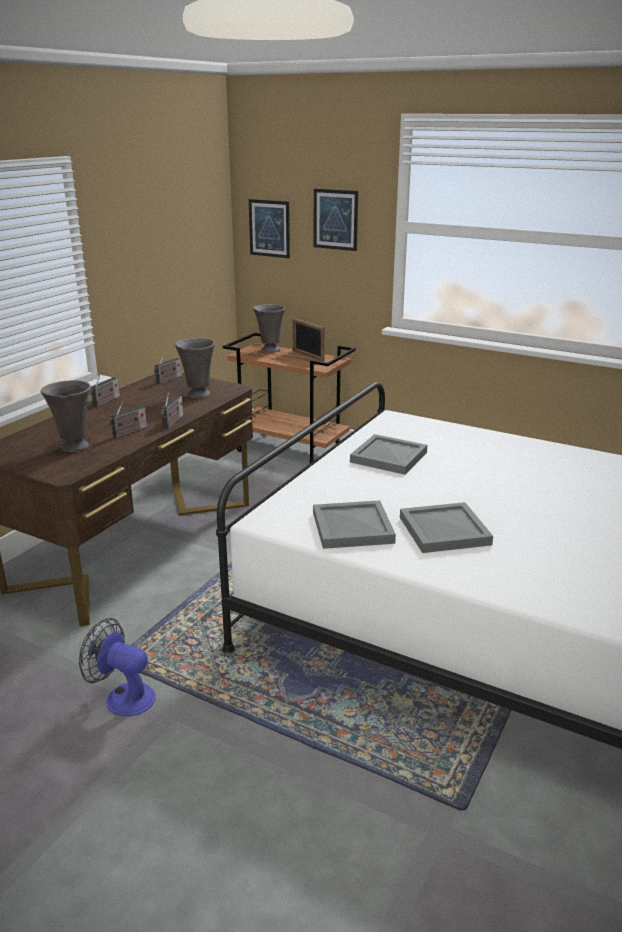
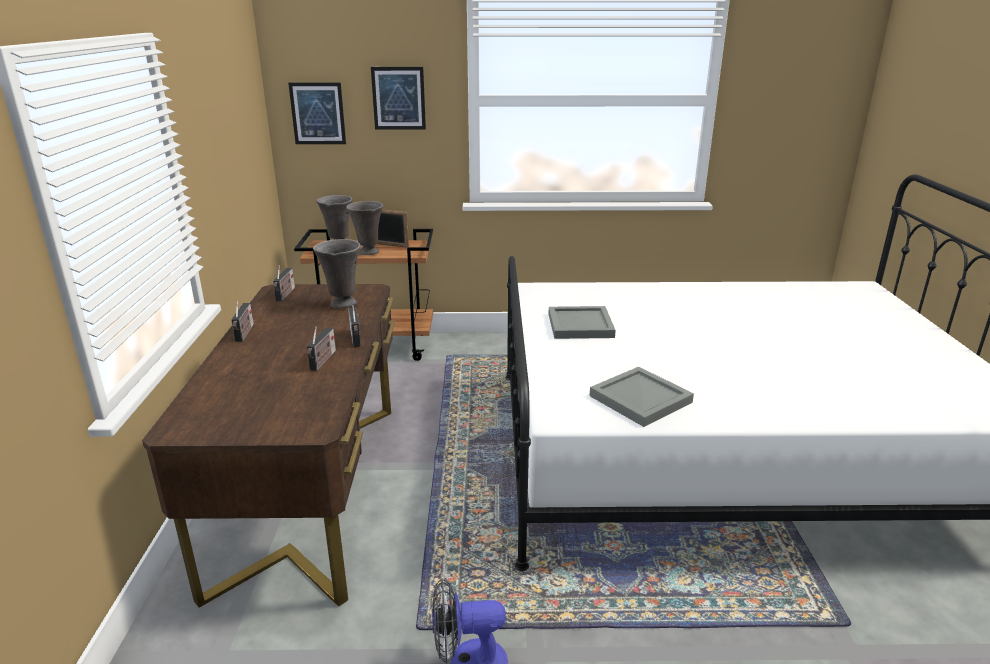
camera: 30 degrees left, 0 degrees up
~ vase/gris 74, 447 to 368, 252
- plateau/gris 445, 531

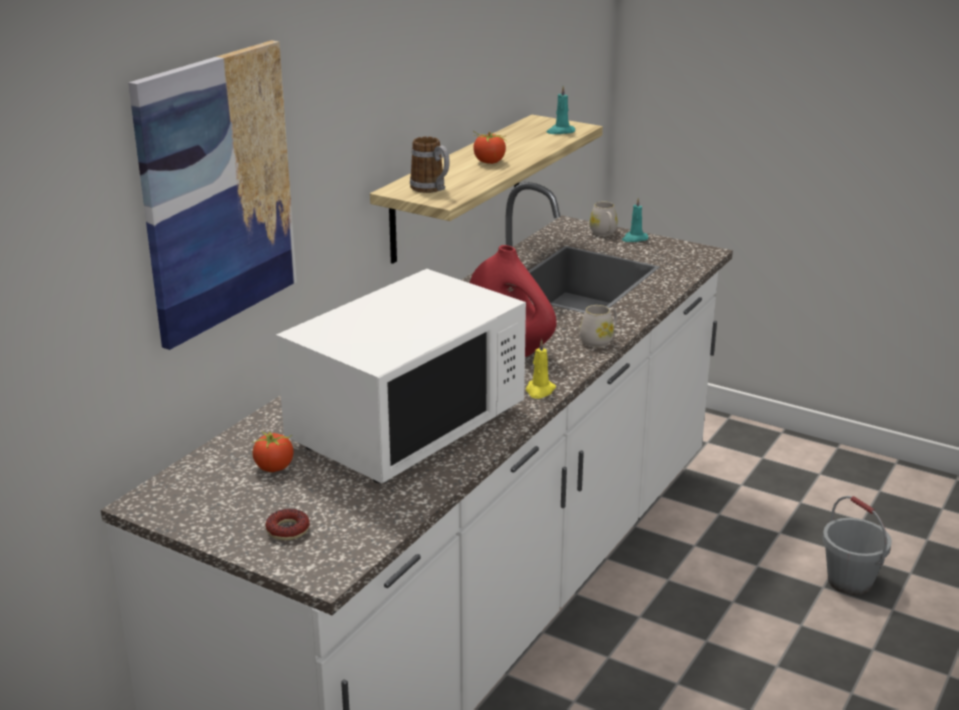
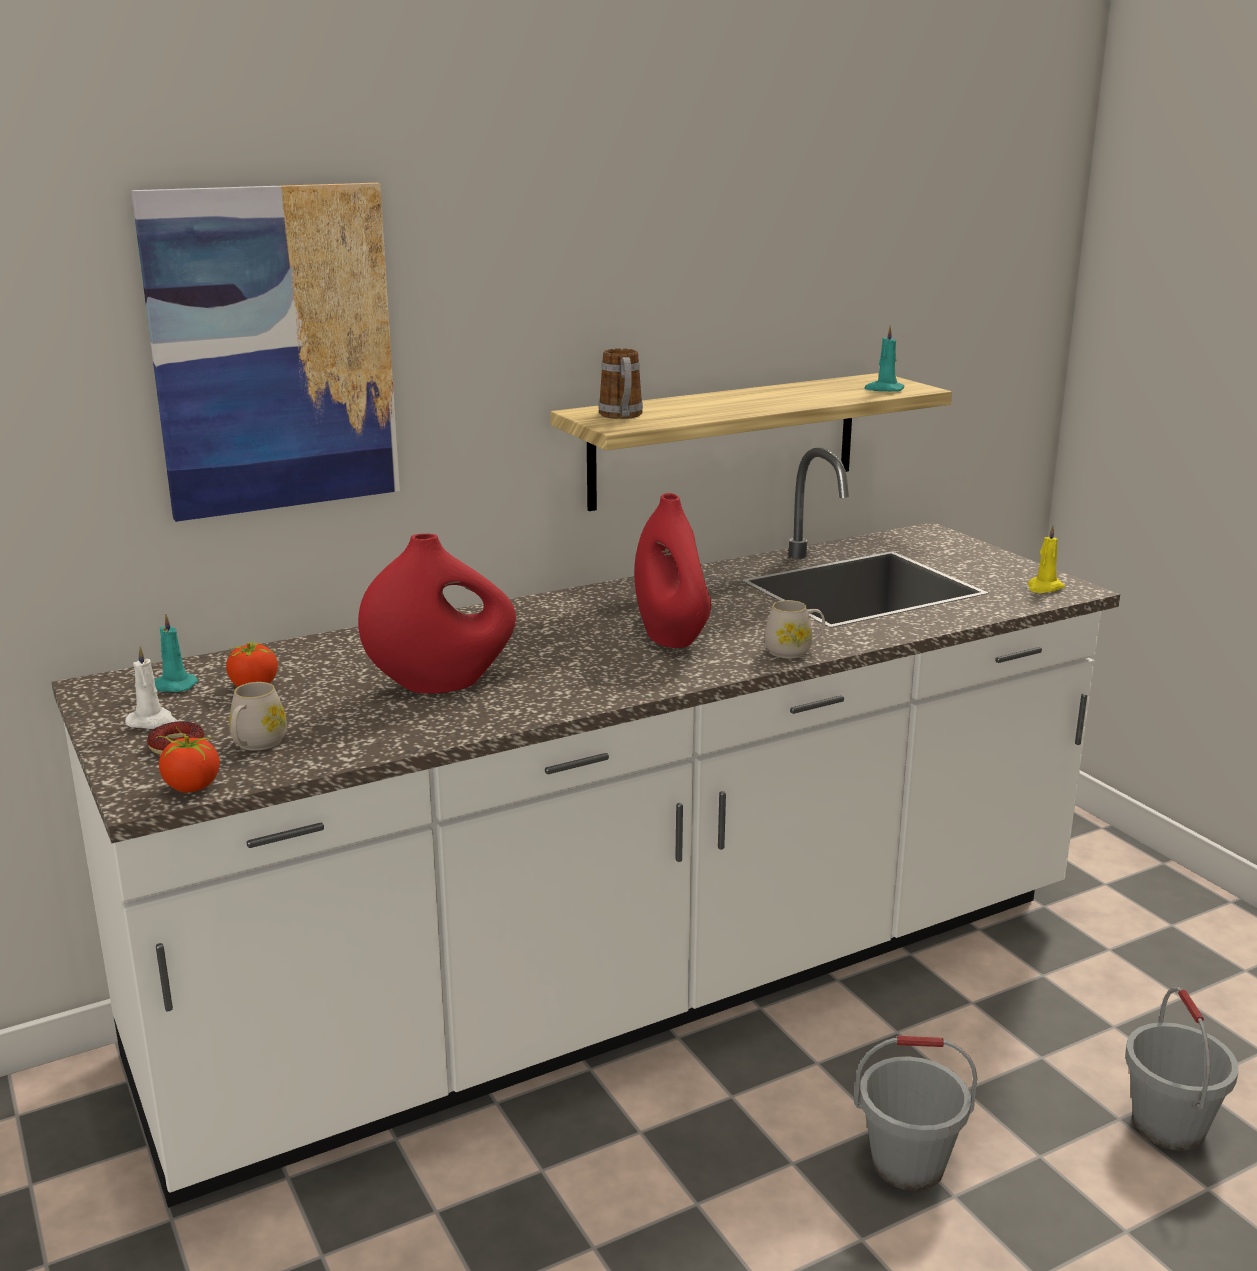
camera: 30 degrees right, 5 degrees down
+ bougie/blanc 153, 722
~ bougie/turquoise 634, 239 to 173, 686
~ tomate 489, 162 to 191, 787
~ mug/blanc 604, 233 to 256, 744
~ micro-ondes/blanc 407, 427 to vase/rouge 441, 683
+ seau/gris 908, 1164
~ bougie/jaune 539, 391 to 1044, 587

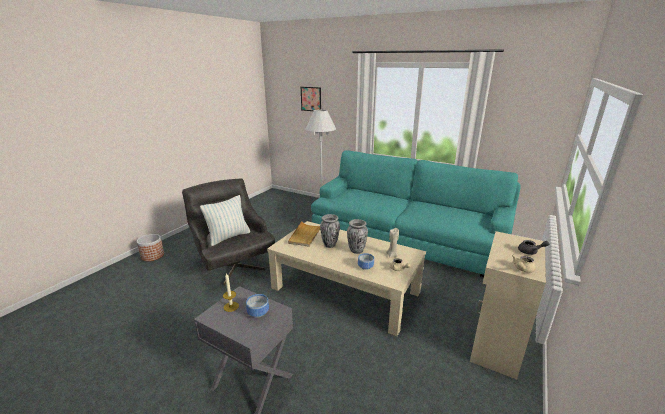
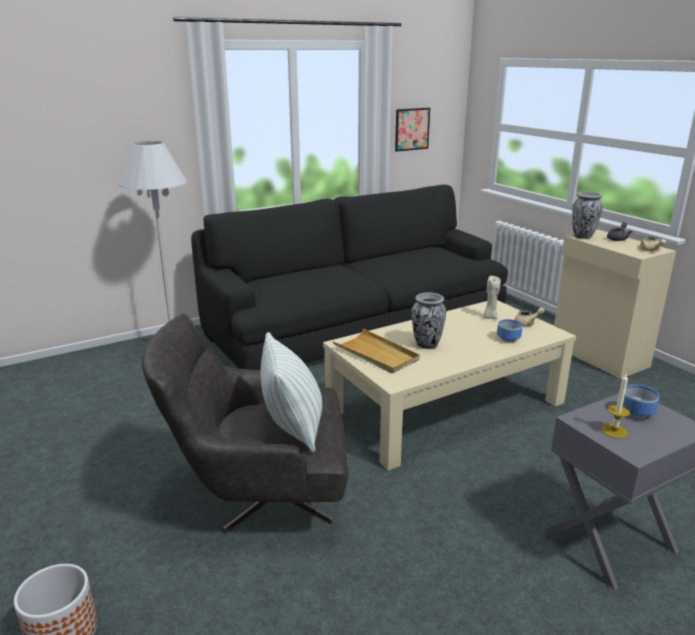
camera: 60 degrees left, 0 degrees up
~ canapé/turquoise 405, 238 to canapé/noir 358, 324
~ tableau 311, 99 to 412, 129
~ vase 356, 250 to 582, 236

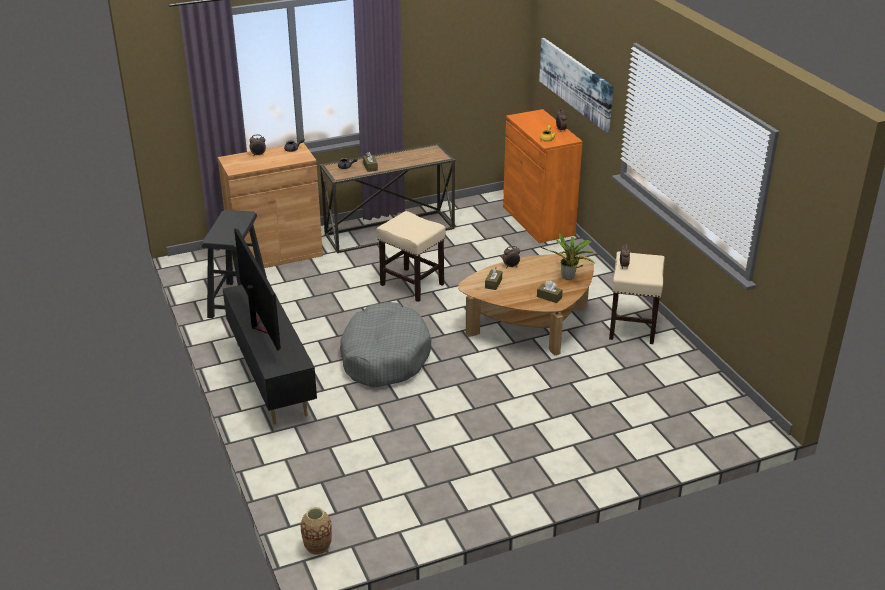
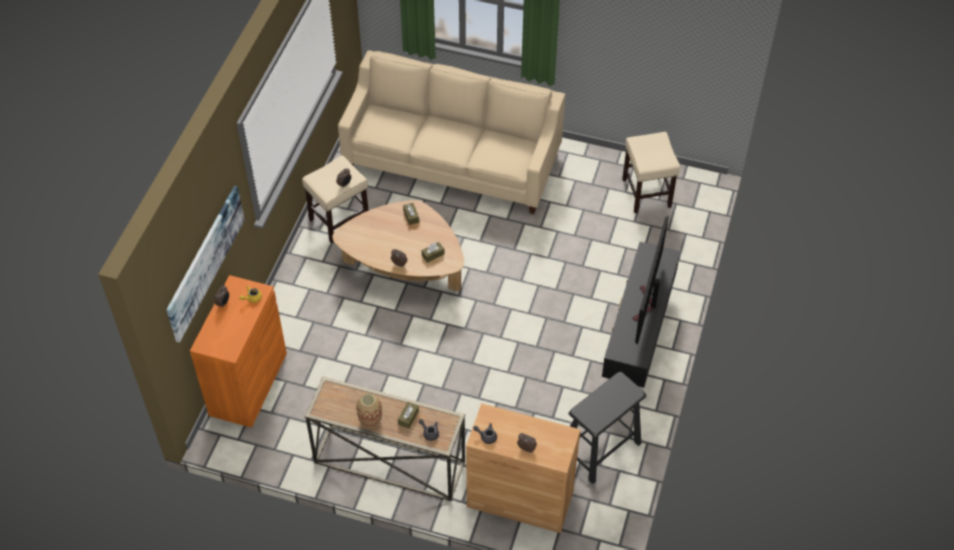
camera: 140 degrees left, 20 degrees up
+ canapé/beige 453, 161
~ vase 317, 546 to 370, 419
~ tabouret/beige 411, 284 to 647, 193
- panier pour chien/gris 384, 356
- plante en pot 569, 278

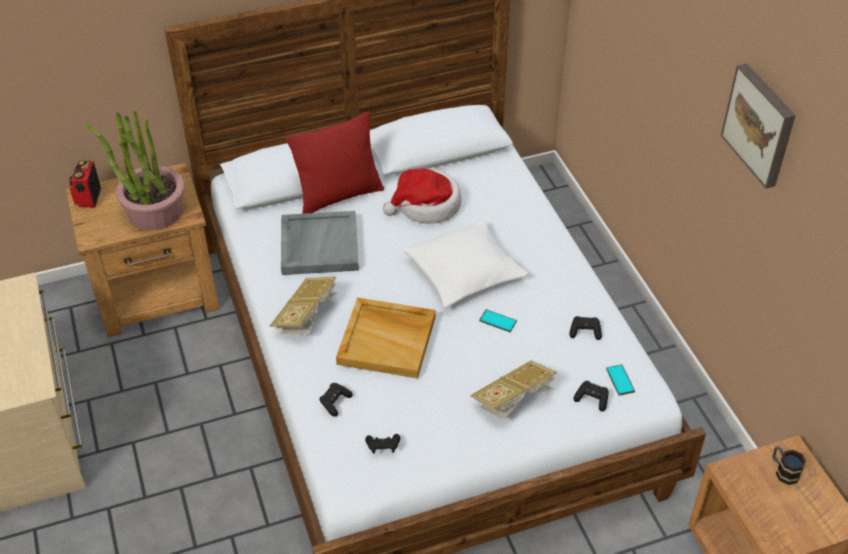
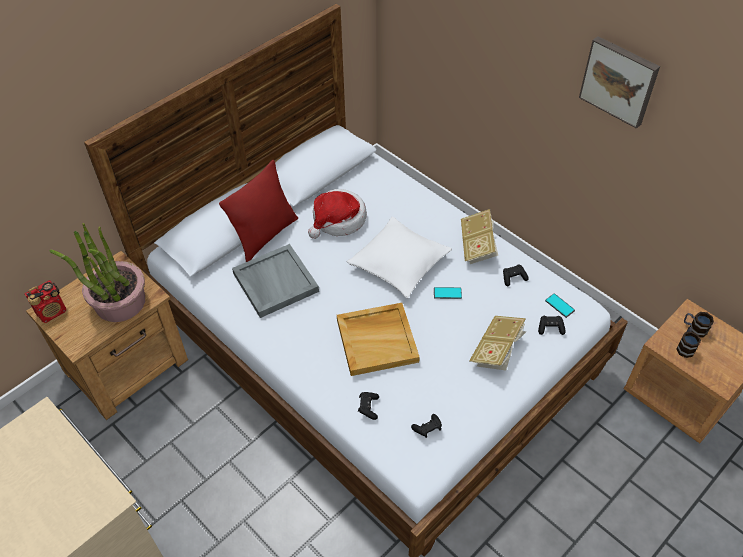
camera: 25 degrees left, 5 degrees up
~ radio 88, 198 = 52, 312 105 degrees counterclockwise
~ livre 307, 317 to 478, 246
+ mug 685, 347

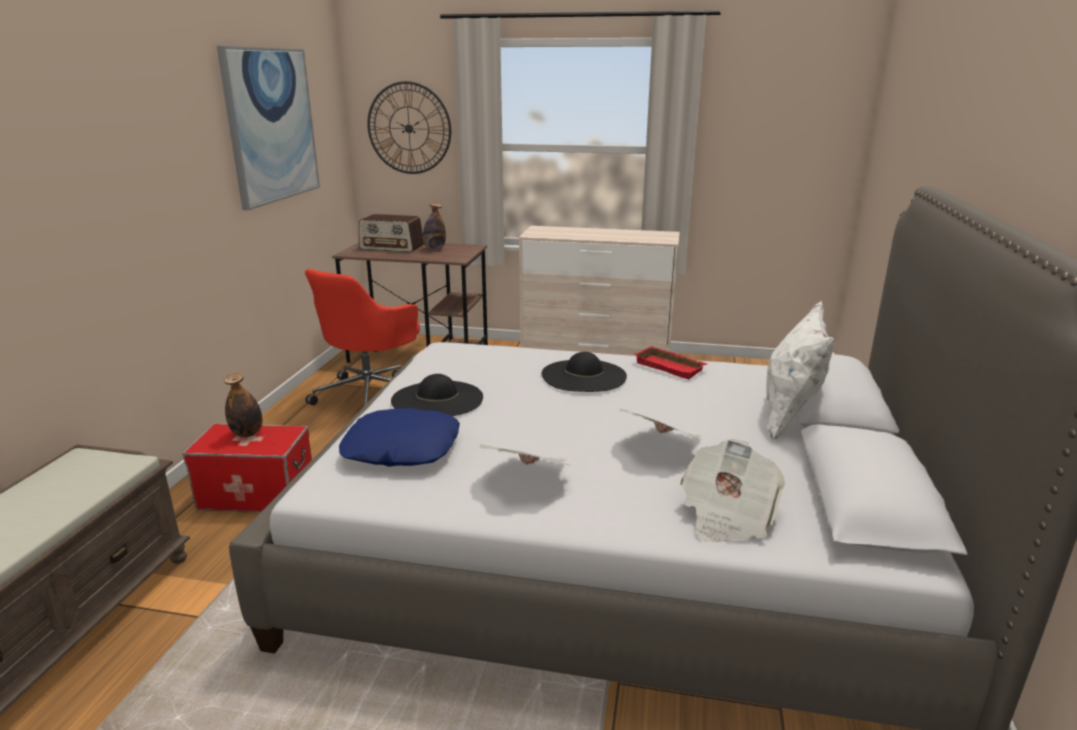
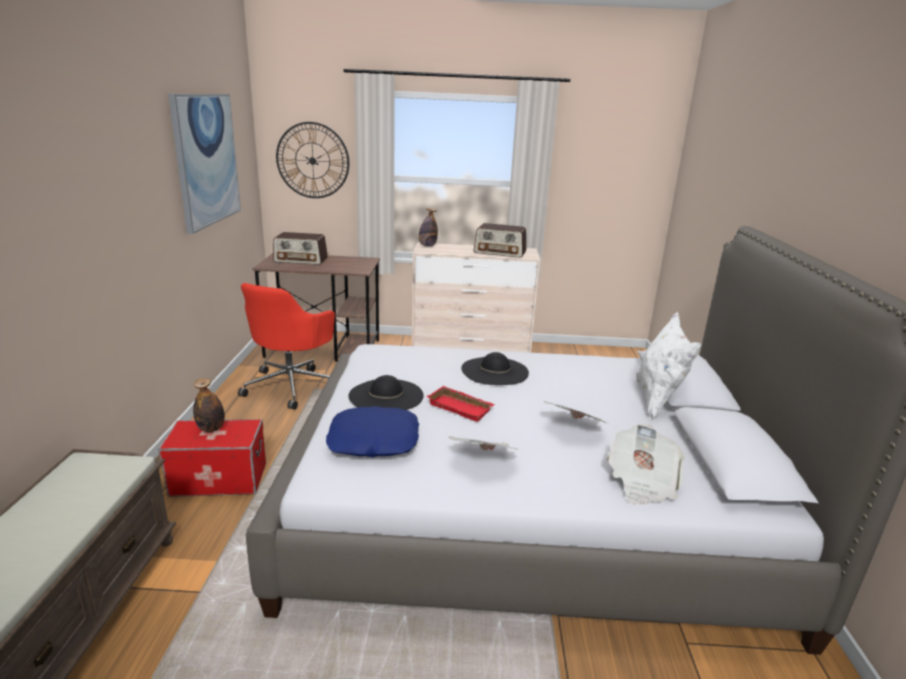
camera: 10 degrees left, 0 degrees up
~ bouteille 434, 249 to 427, 246
~ plateau/rouge 671, 367 to 461, 407
+ radio 500, 252

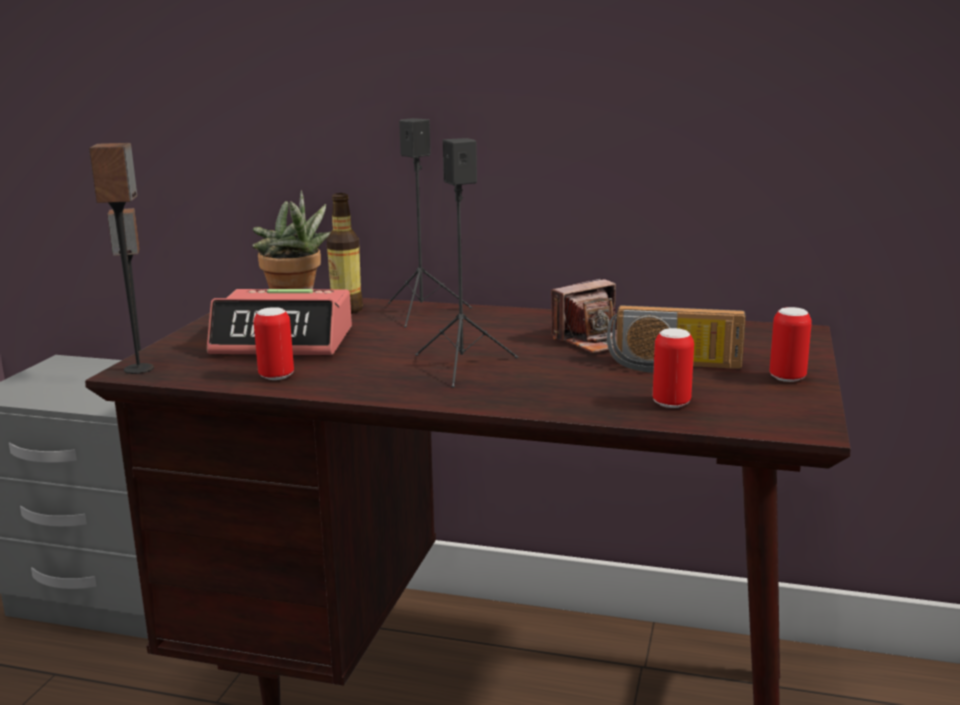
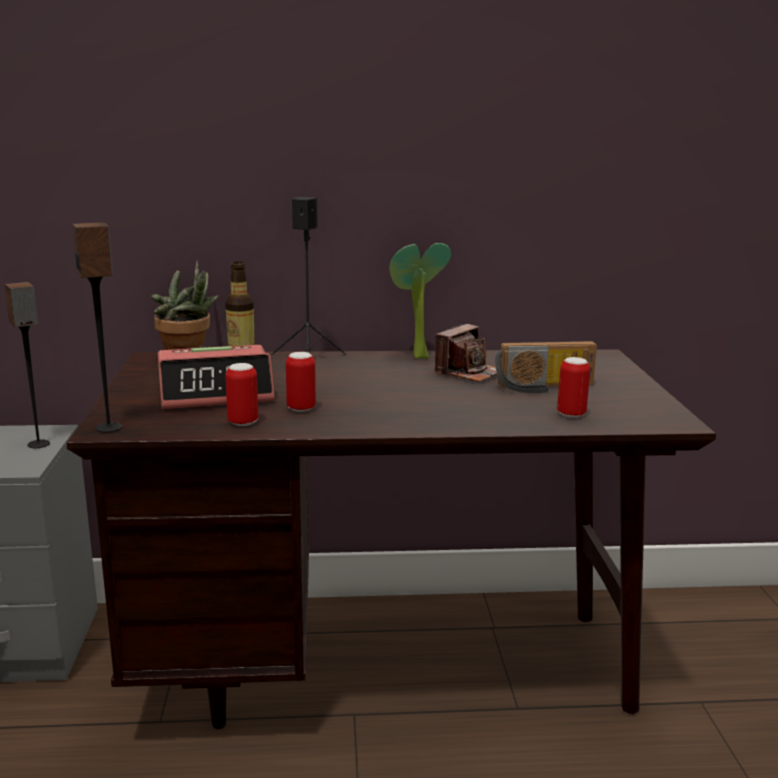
camera: 20 degrees left, 0 degrees up
~ boîte métallique 787, 378 to 301, 408
+ plante en pot 415, 356
- enceinte/noir 462, 366

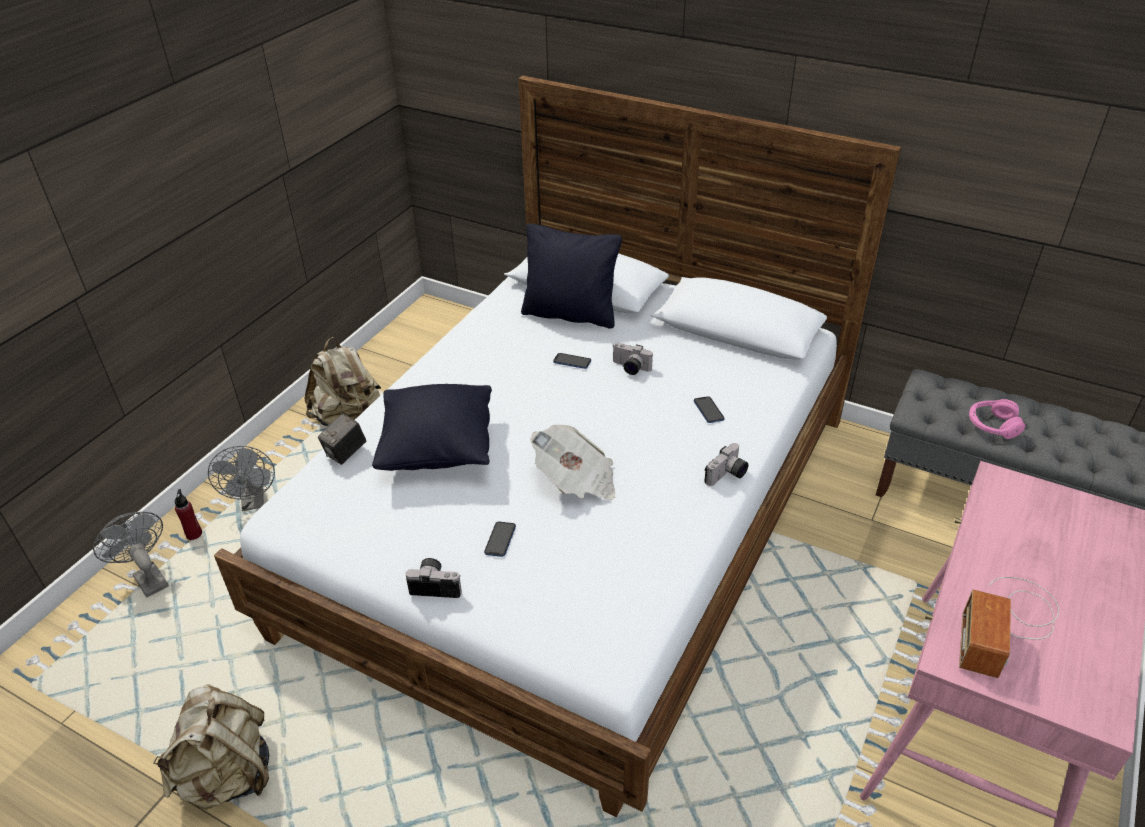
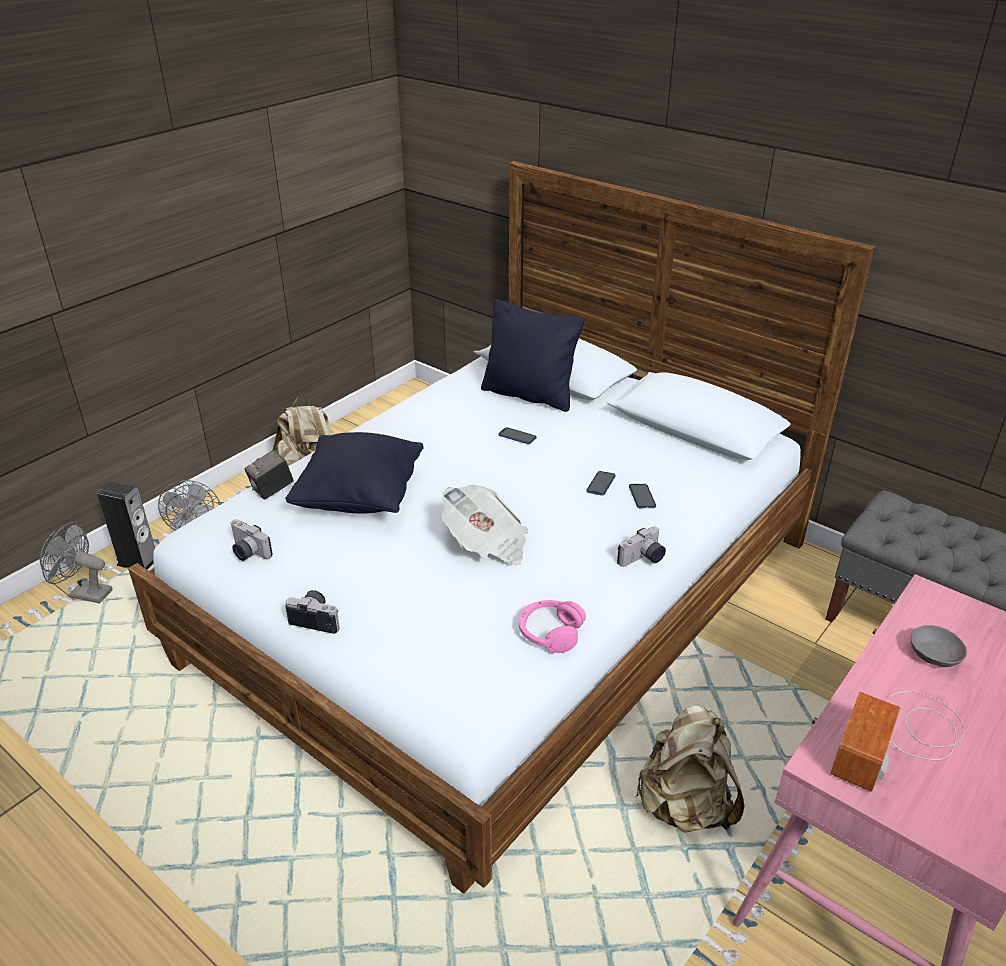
camera: 10 degrees right, 5 degrees down
~ ventilateur/gris 147, 577 = 84, 593 45 degrees counterclockwise
~ bouteille/rouge 194, 534 to enceinte 138, 561
~ appareil photo 630, 368 to 247, 552
~ casque audio/rose 992, 425 to 550, 632
~ téléphone 500, 540 to 601, 484
~ sac à dos/beige 228, 775 to 684, 805
+ bol/gris 936, 655

